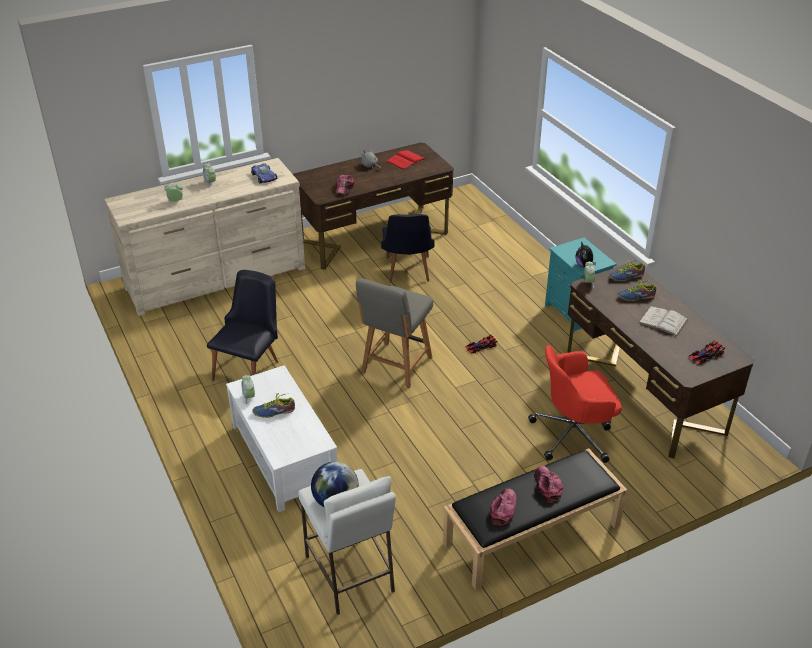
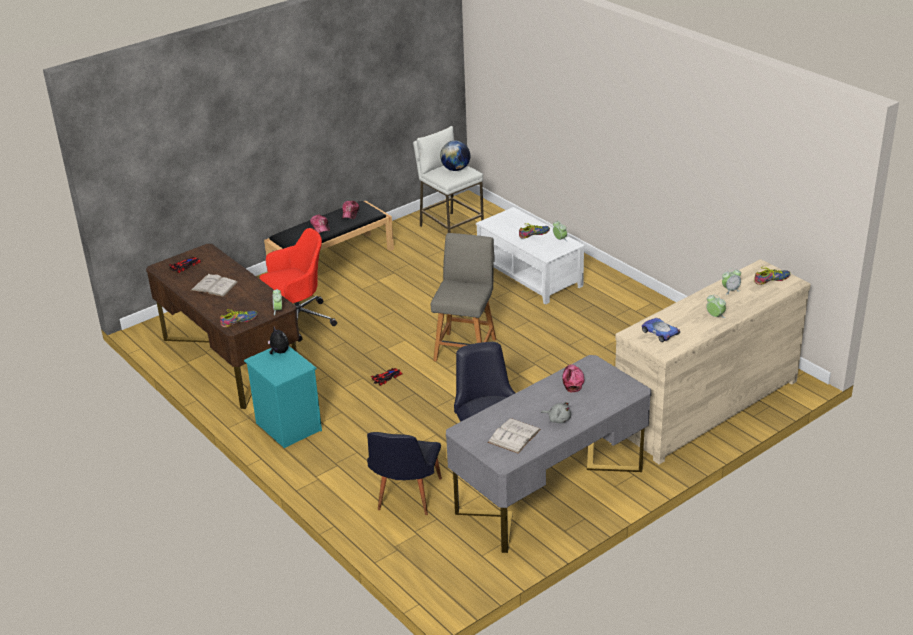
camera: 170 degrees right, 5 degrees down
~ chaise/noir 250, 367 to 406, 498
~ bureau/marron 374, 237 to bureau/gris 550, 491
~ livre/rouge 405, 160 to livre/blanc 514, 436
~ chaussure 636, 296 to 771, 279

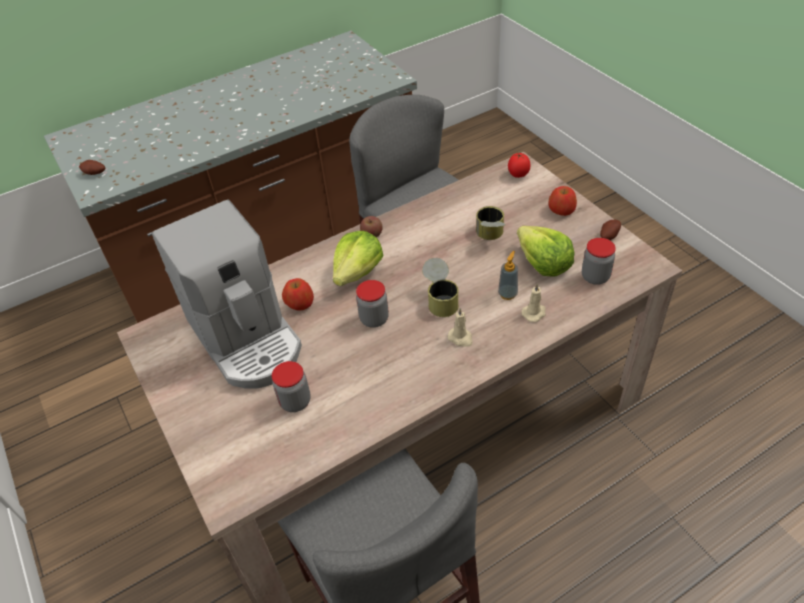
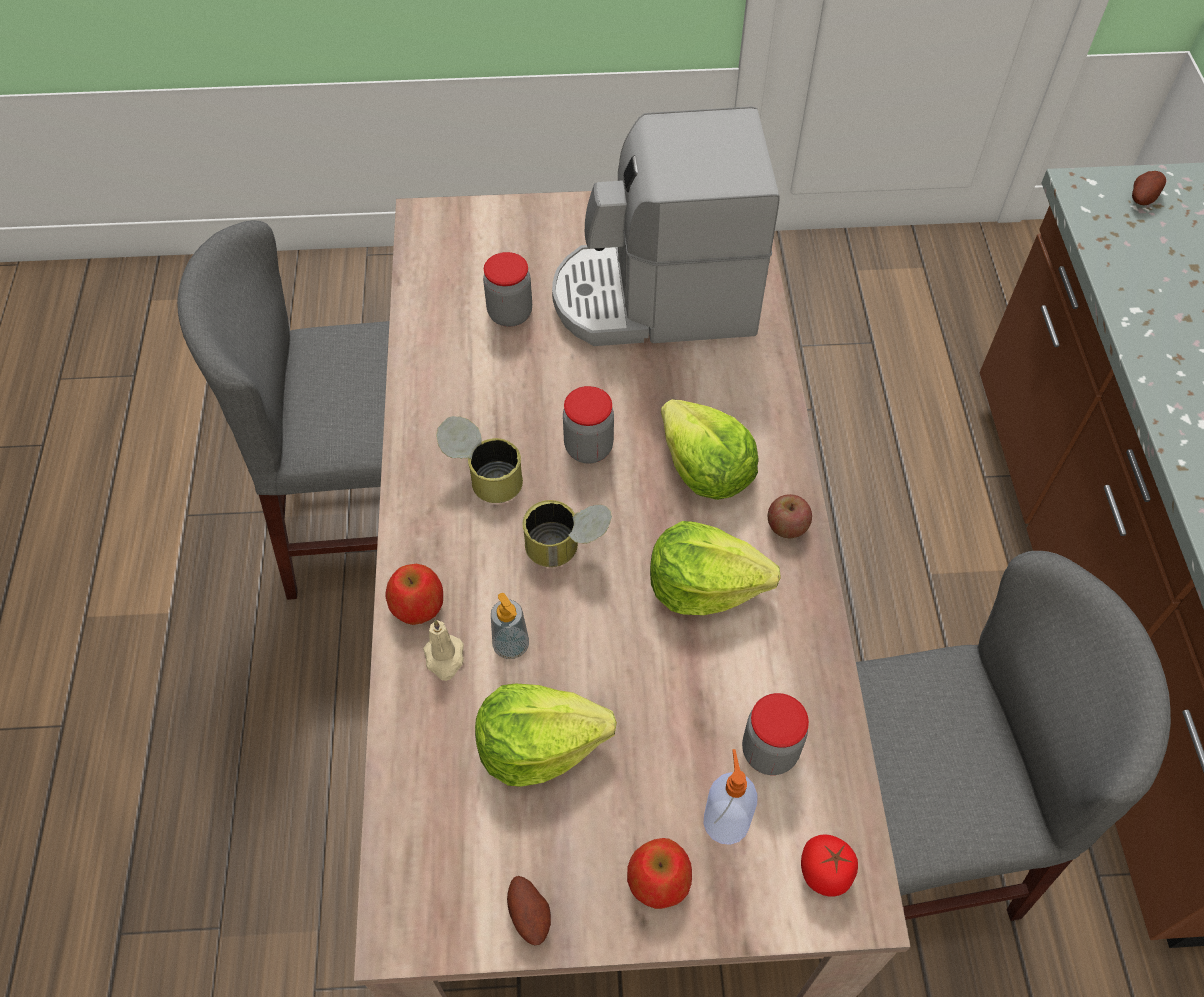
camera: 115 degrees right, 10 degrees up
~ pomme 300, 303 to 417, 604
~ boîte métallique 490, 236 to 483, 475
+ laitue 704, 585
+ distributeur de savon 725, 820
~ bocal 595, 277 to 769, 751
- bougie/beige 461, 338

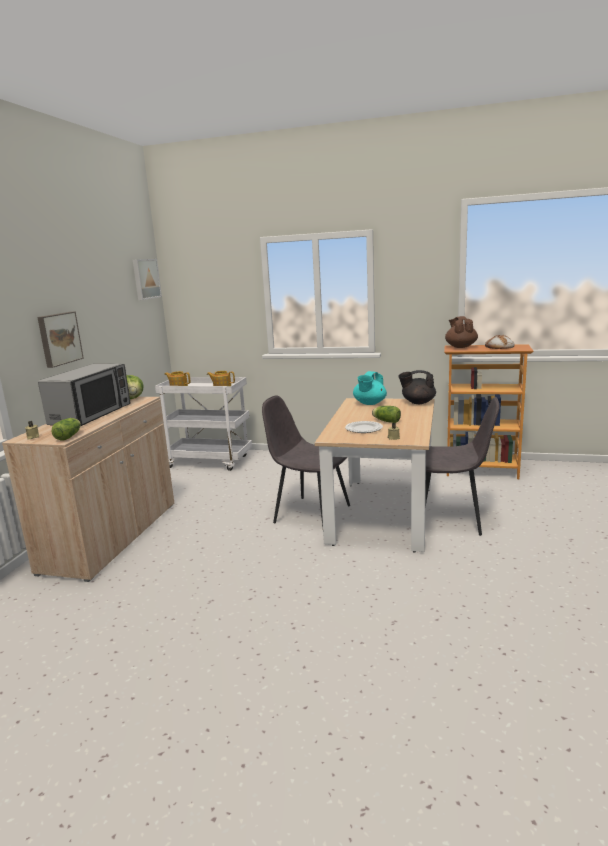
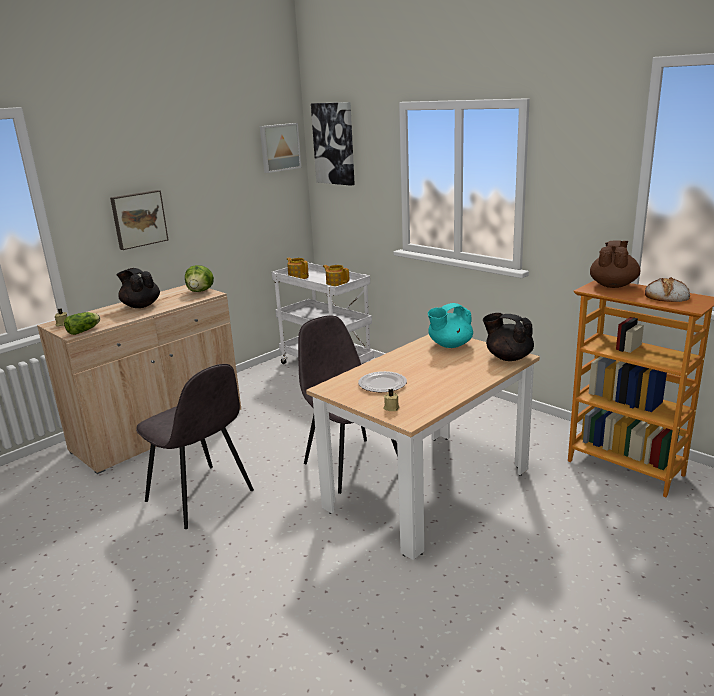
camera: 30 degrees right, 5 degrees up
~ micro-ondes 91, 414 to théière/noir 141, 306
~ chaise/gris 451, 518 to 201, 497
+ tableau 334, 143
- laitue 385, 421

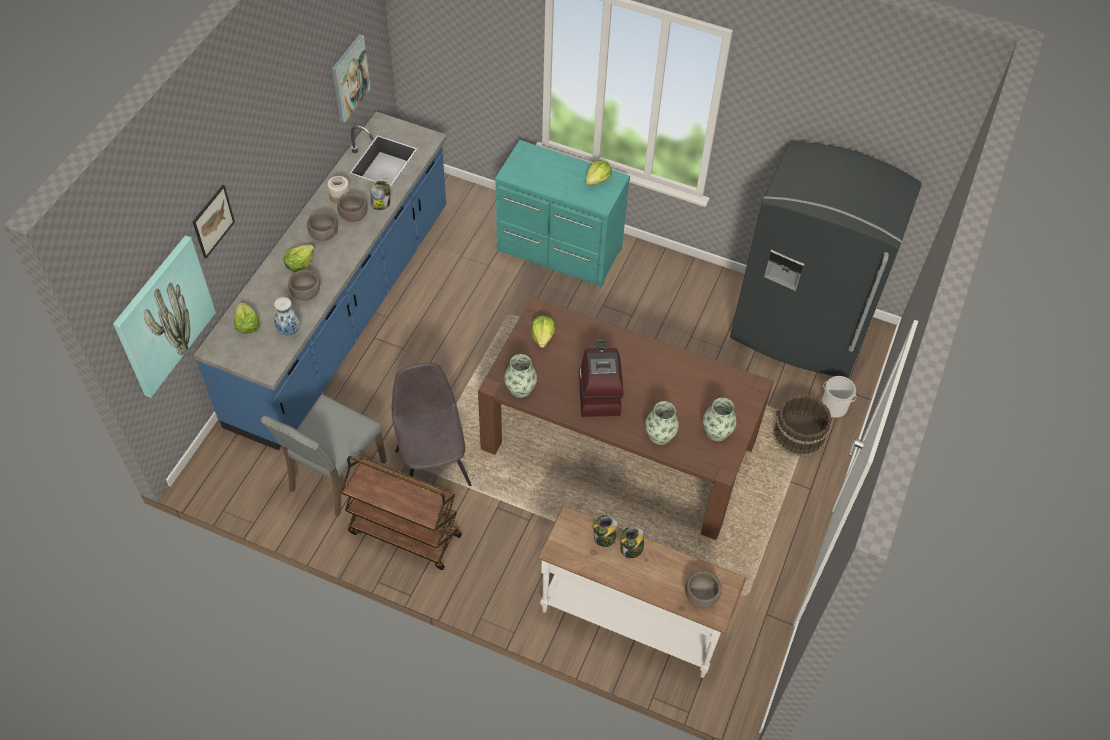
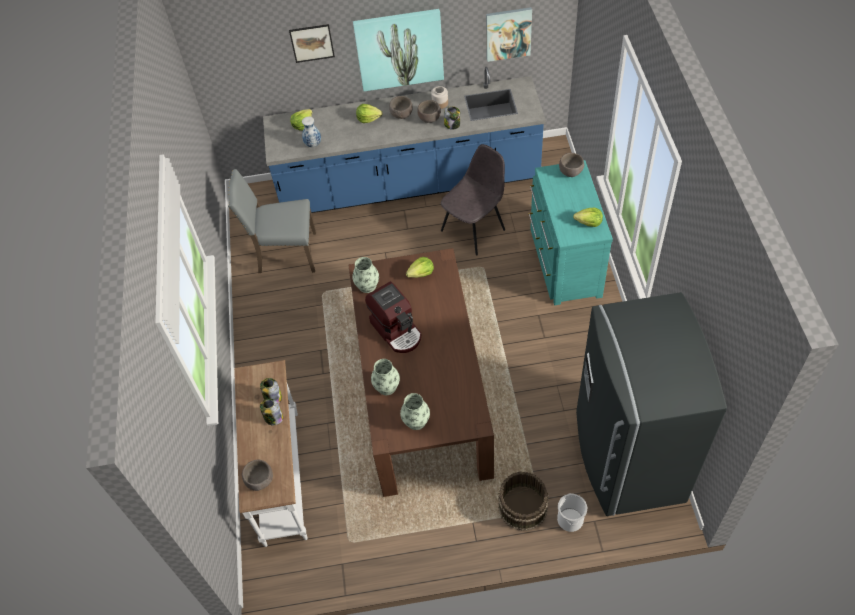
camera: 65 degrees right, 0 degrees up
~ tableau 163, 316 to 399, 49
~ machine à café 598, 392 = 397, 330 90 degrees clockwise
~ chaise/gris 432, 466 to 474, 229
~ bol/marron 306, 294 to 570, 172
- chariot/marron 404, 534

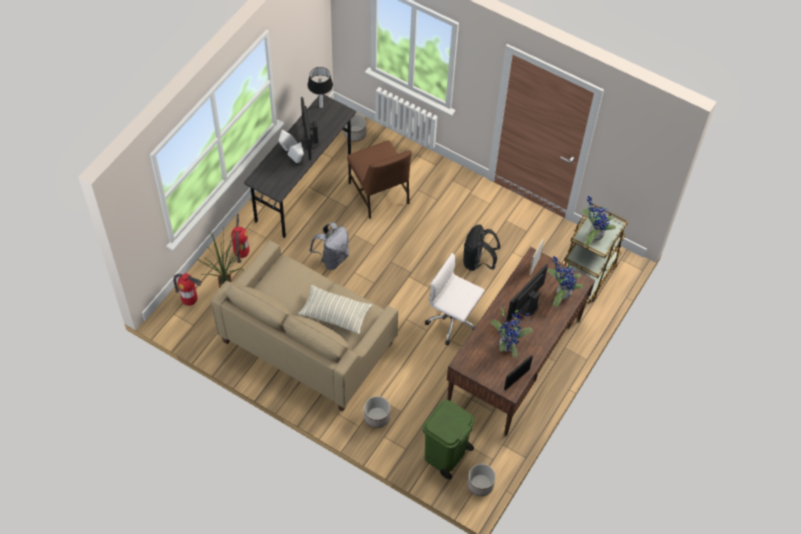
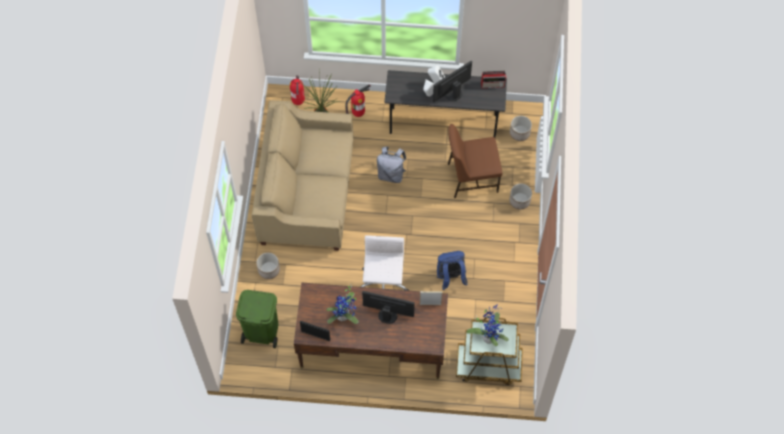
camera: 65 degrees right, 5 degrees up
~ sac à dos/noir 478, 262 to sac à dos/bleu 450, 278
~ chaise/marron 378, 194 = 471, 177 45 degrees clockwise
~ lampe de table 321, 106 to radio 493, 84
~ cache-pot 480, 484 to 520, 201
- coussin 335, 314
- plante en pot 561, 293

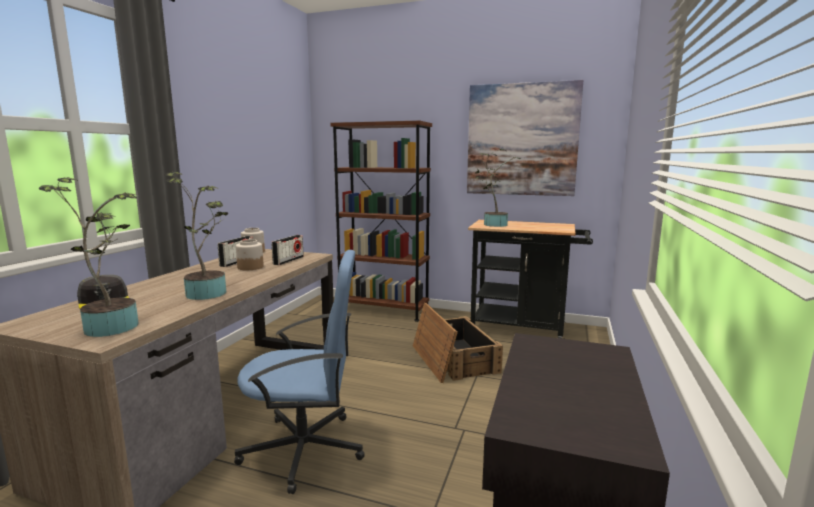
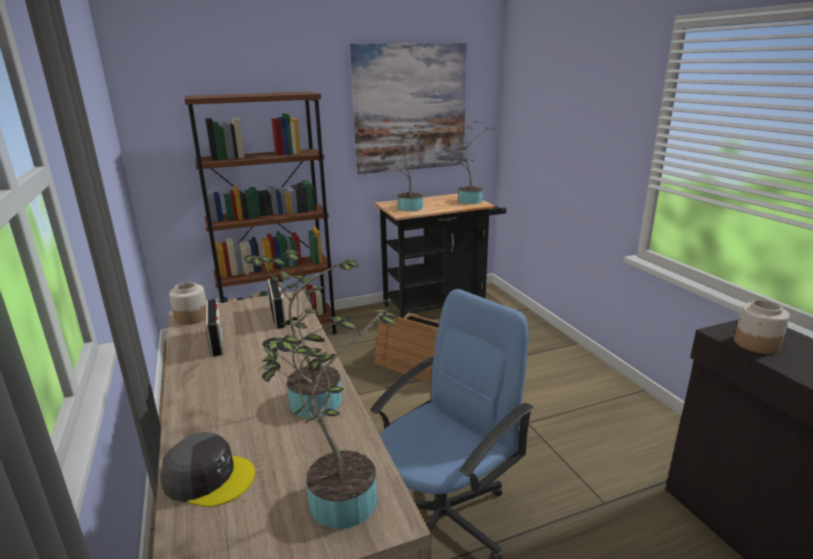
camera: 40 degrees left, 10 degrees up
+ plante en pot 467, 200
~ bocal 250, 267 to 756, 344

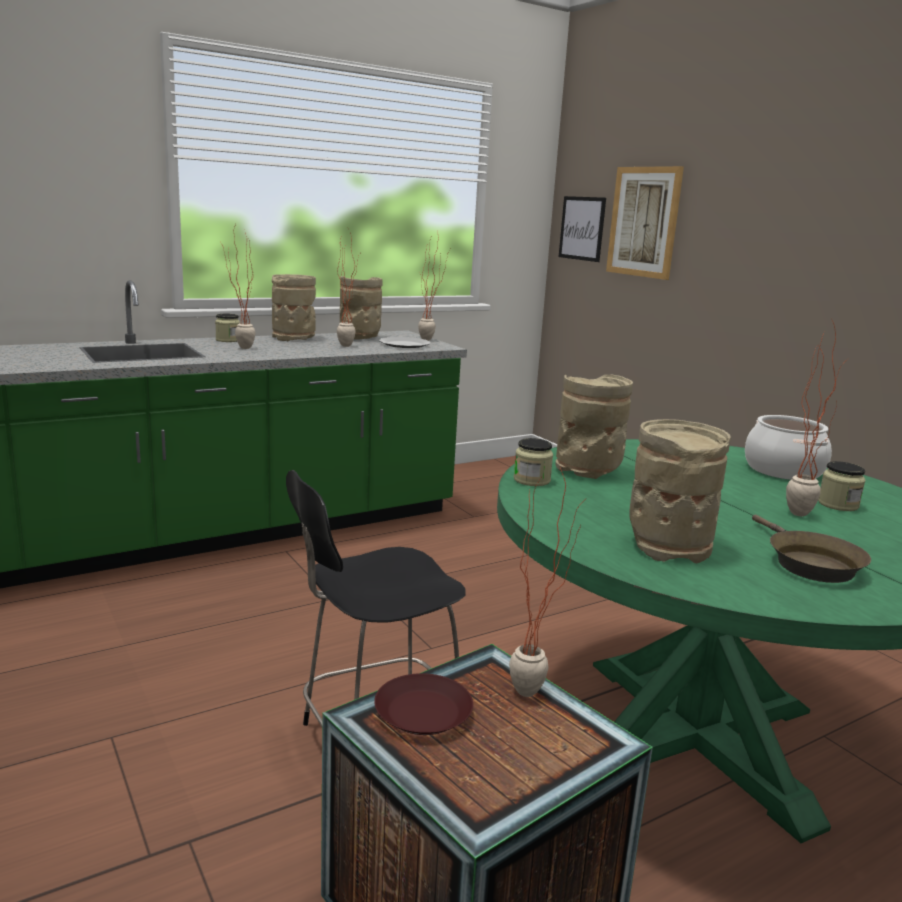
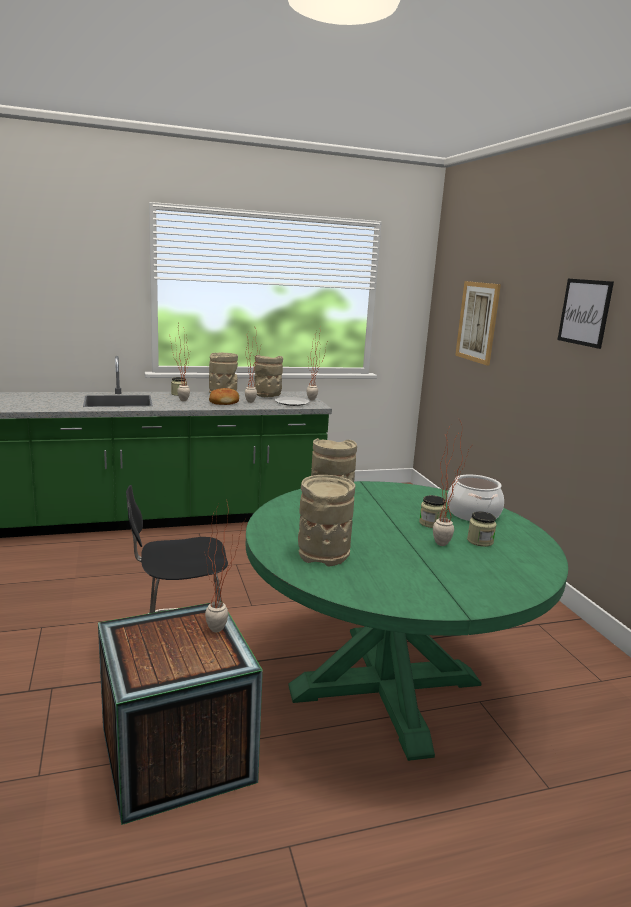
camera: 15 degrees right, 0 degrees up
+ pain 224, 402
~ bocal 531, 480 to 431, 523
~ tableau 582, 228 to 584, 312
- assiette/marron 422, 712
- poêle/marron 808, 563

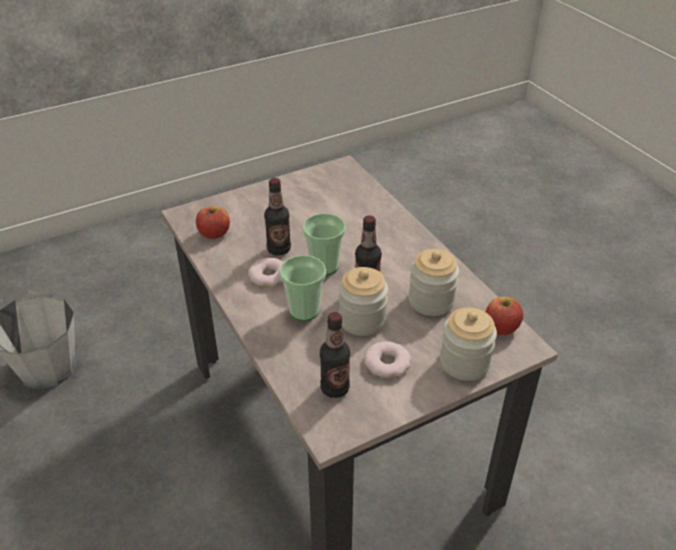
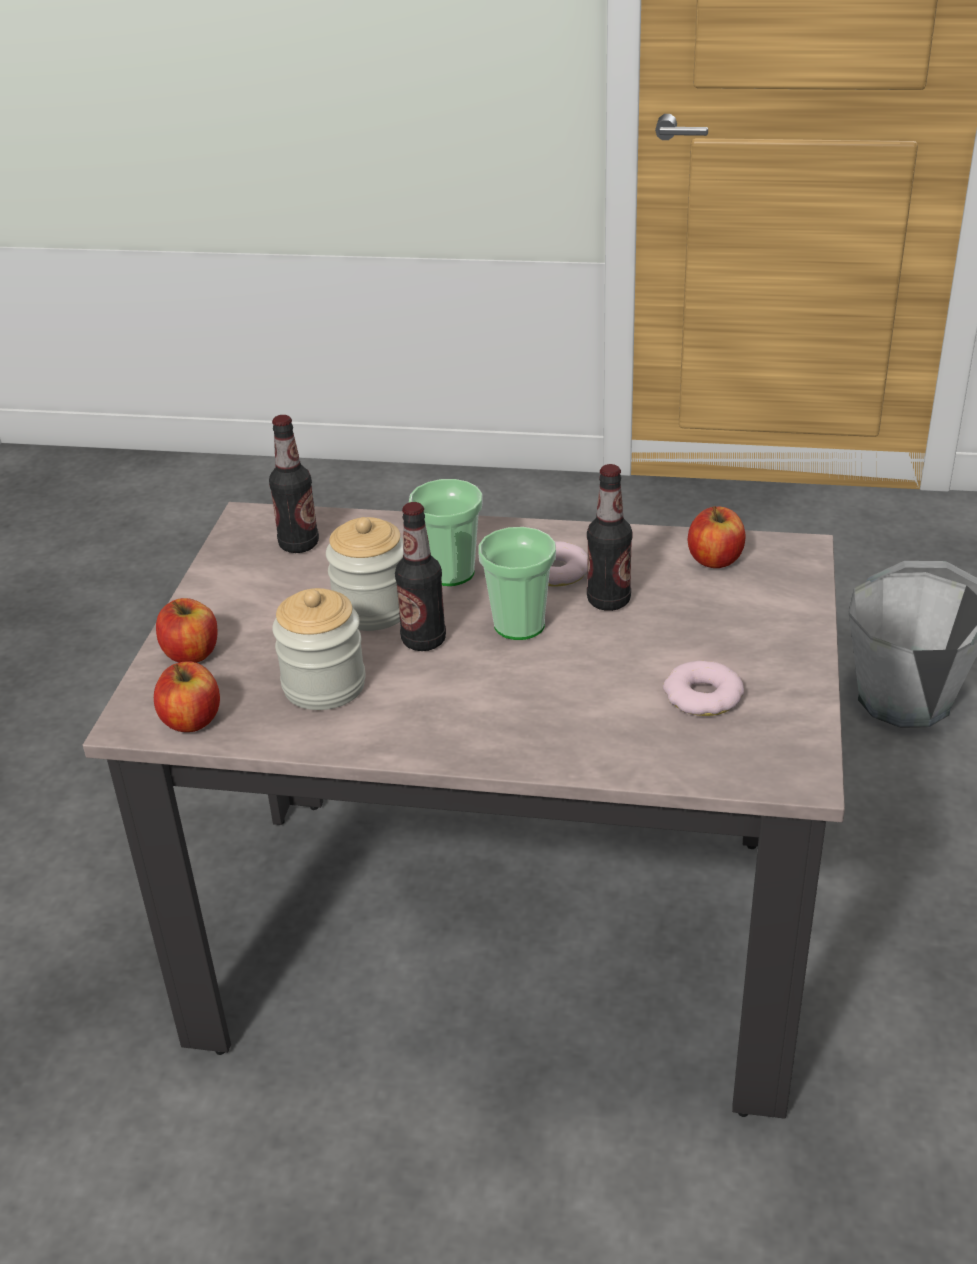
camera: 130 degrees right, 5 degrees down
~ bocal 464, 362 to pomme 191, 653
~ beignet 387, 363 to 703, 696

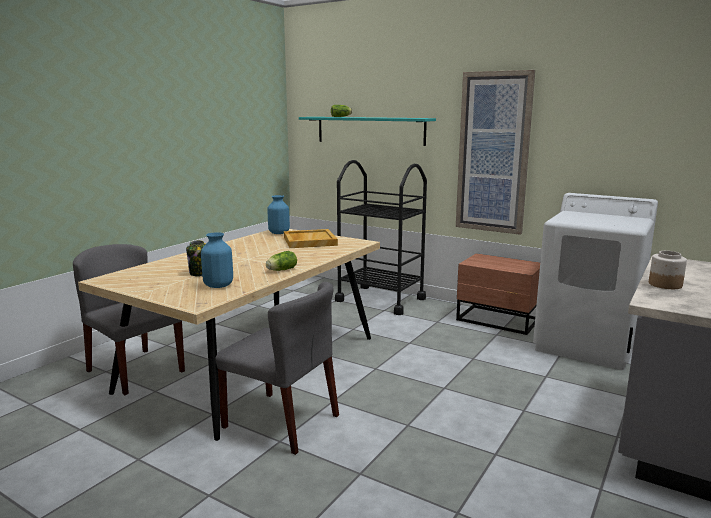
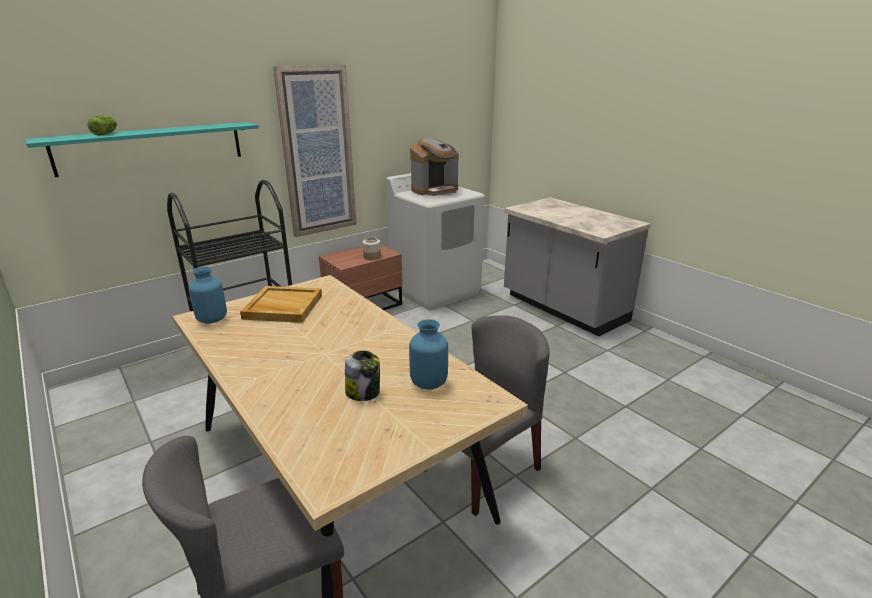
camera: 70 degrees left, 10 degrees up
~ bocal 664, 284 to 372, 257
+ machine à café 435, 190
- laitue 280, 270

